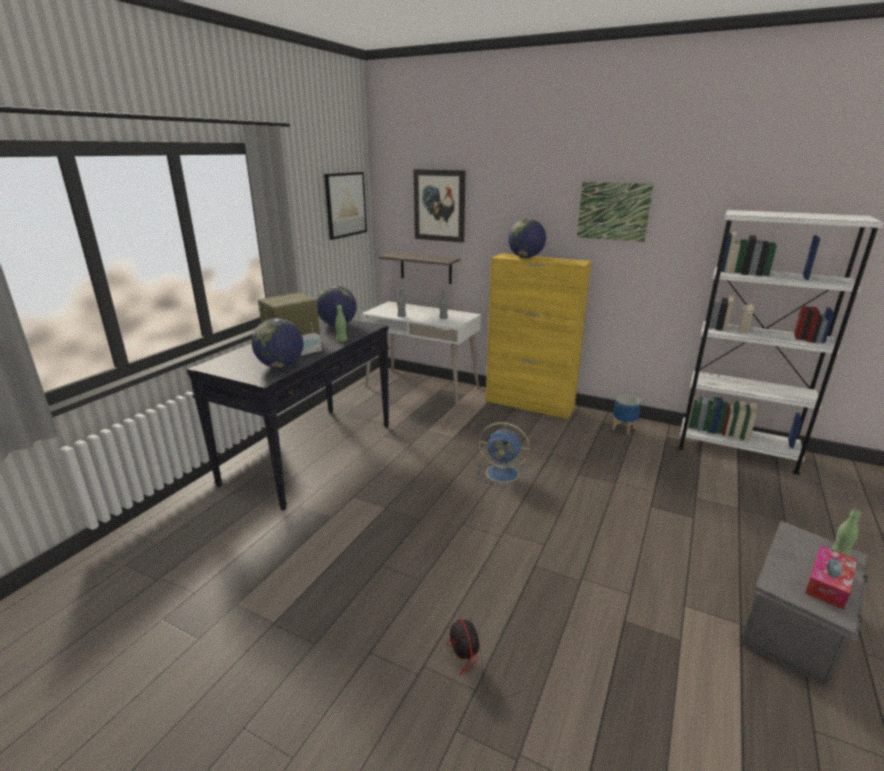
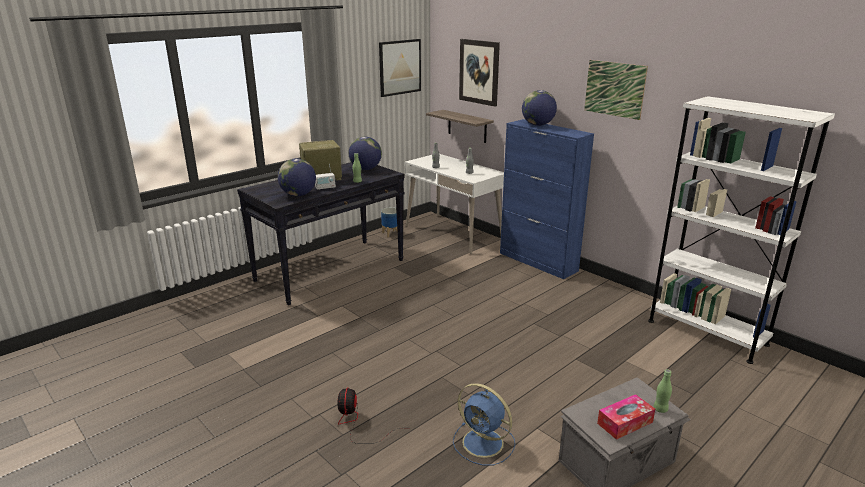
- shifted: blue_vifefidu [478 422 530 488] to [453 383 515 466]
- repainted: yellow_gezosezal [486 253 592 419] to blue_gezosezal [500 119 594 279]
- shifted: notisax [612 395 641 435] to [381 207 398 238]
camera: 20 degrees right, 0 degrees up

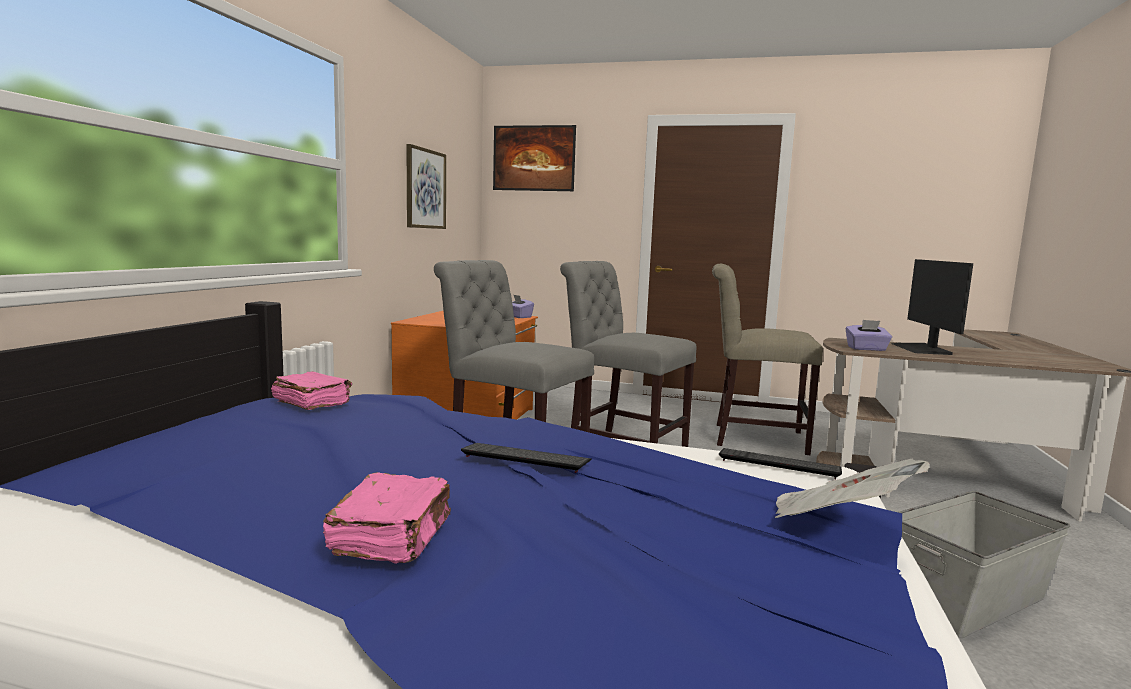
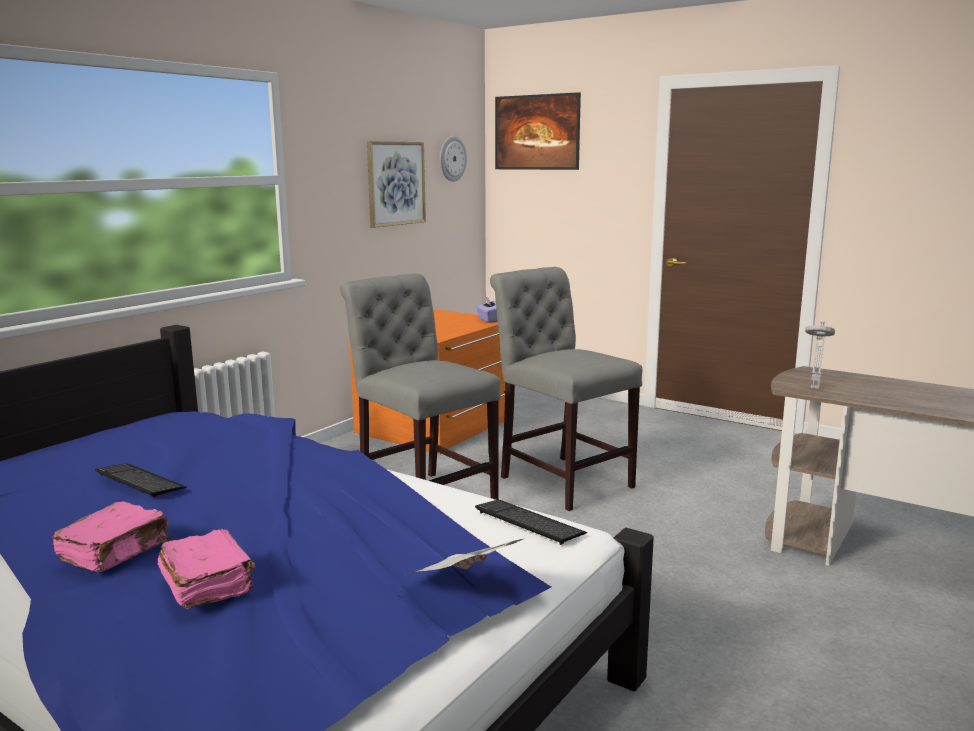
- shifted: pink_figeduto [271 371 352 410] to [157 529 255 609]
- shifted: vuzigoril [461 443 592 473] to [95 464 187 498]
- gone: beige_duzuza [712 264 823 455]
- swapped: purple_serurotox [846 320 892 351] to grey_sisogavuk [805 321 835 389]
- gone: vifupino [892 259 973 355]
- gone: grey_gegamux [898 491 1070 639]
- new: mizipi [440 136 467 182]
camera: 20 degrees right, 5 degrees up

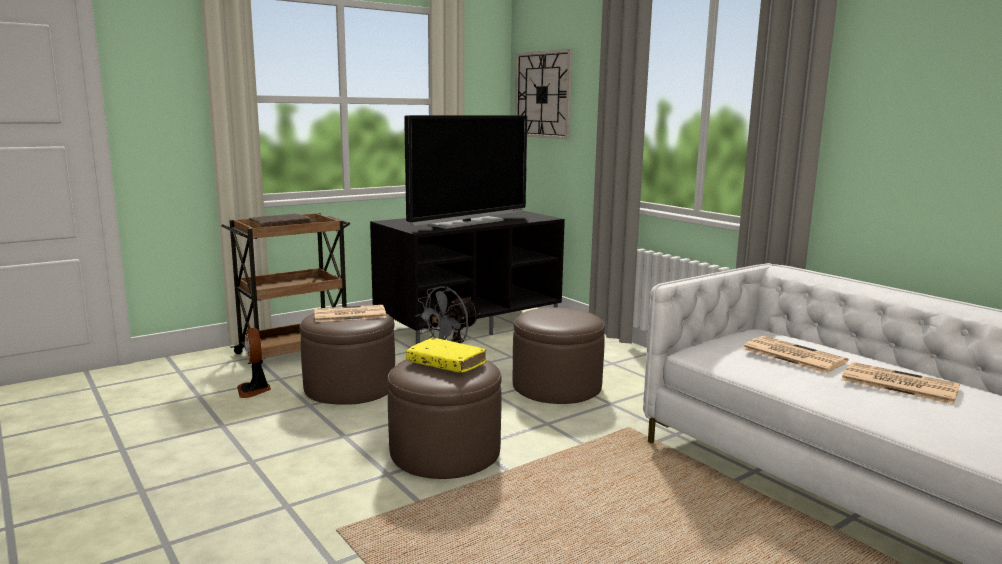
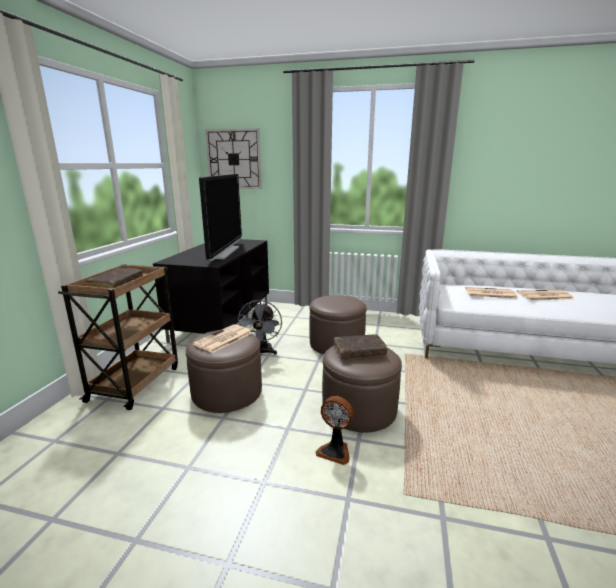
- shifted: vifefidu [237 328 271 398] to [316 396 354 465]
- repainted: yellow_figeduto [406 338 486 373] to brown_figeduto [334 334 388 359]
camera: 40 degrees left, 5 degrees up

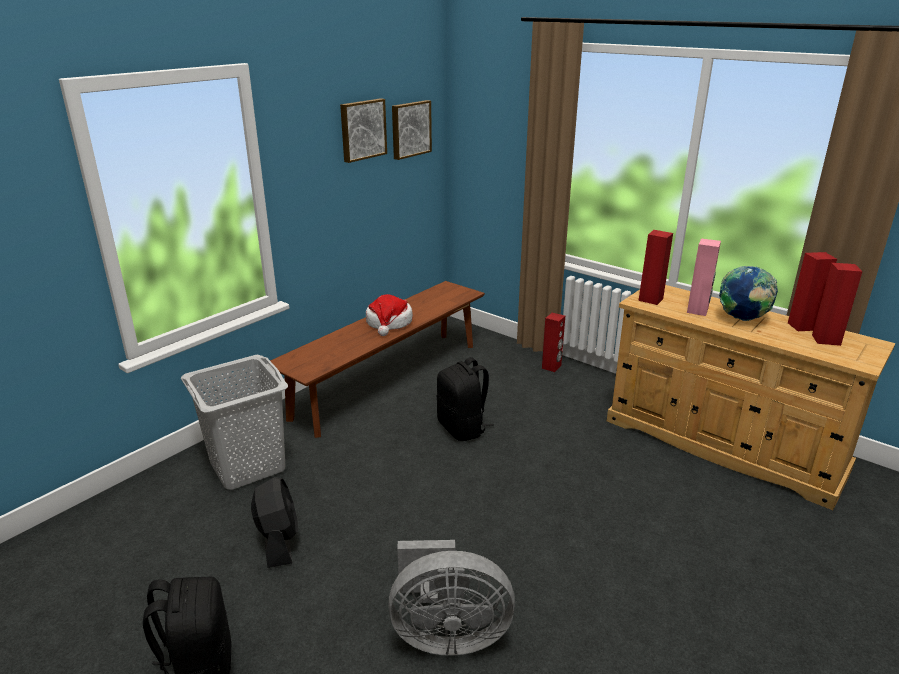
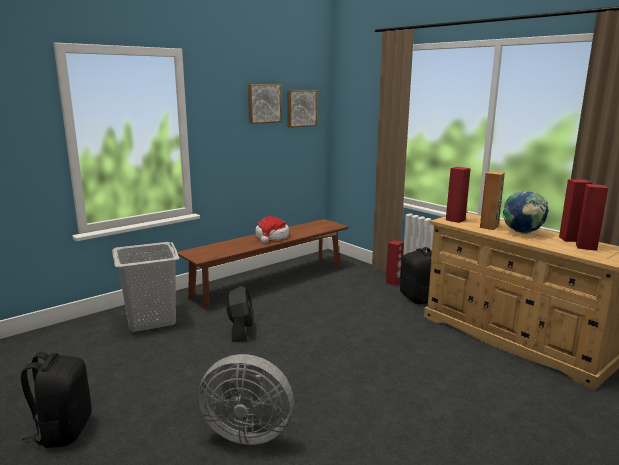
- shifted: black_vifefidu [251 477 298 568] to [226 286 254 342]
- shifted: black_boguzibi [437 357 494 441] to [400 247 432 304]
- repainted: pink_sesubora [687 239 721 316] to brown_sesubora [480 171 505 230]
camera: 10 degrees right, 10 degrees down

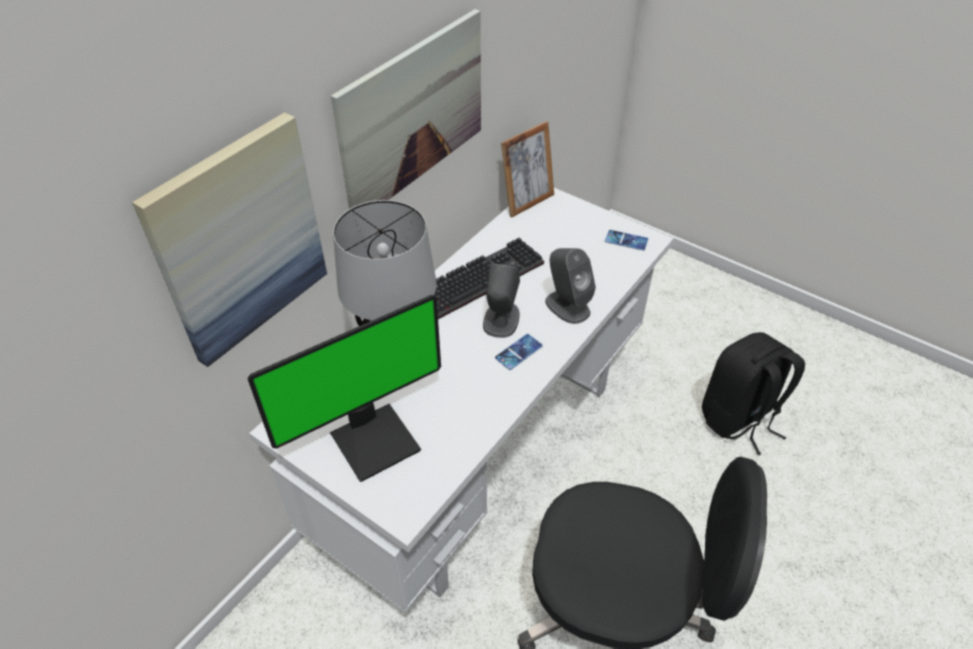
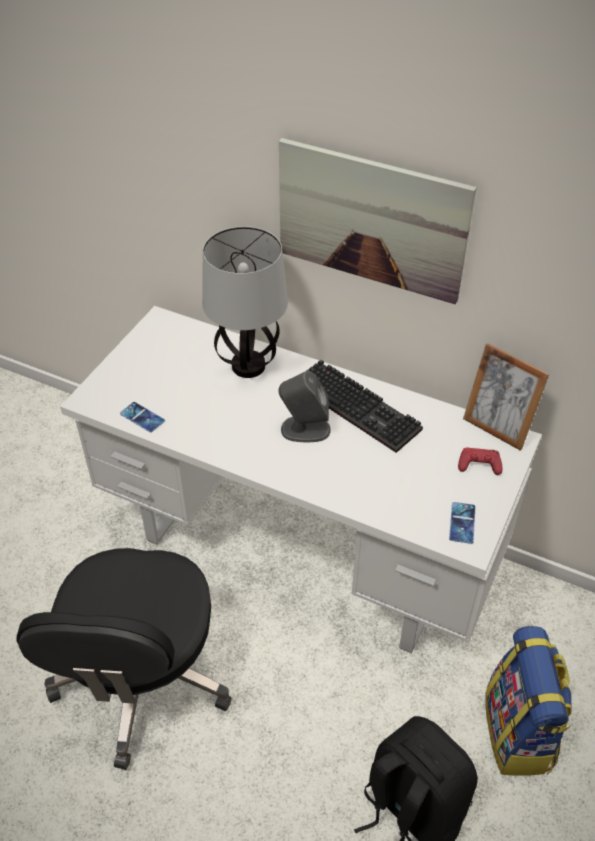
- gone: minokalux [132 112 327 367]
- gone: vifupino [247 295 441 482]
- shifted: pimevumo [495 334 543 370] to [120 402 165 432]
- gone: grey_sesubora [545 248 596 324]
- new: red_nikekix [458 447 502 475]
- new: boguzibi [485 626 572 776]
camera: 80 degrees right, 0 degrees up

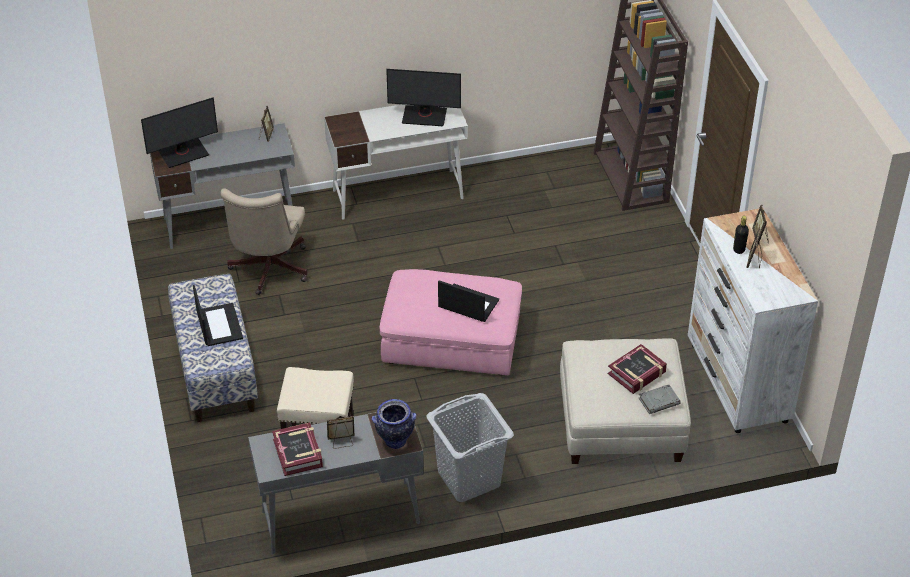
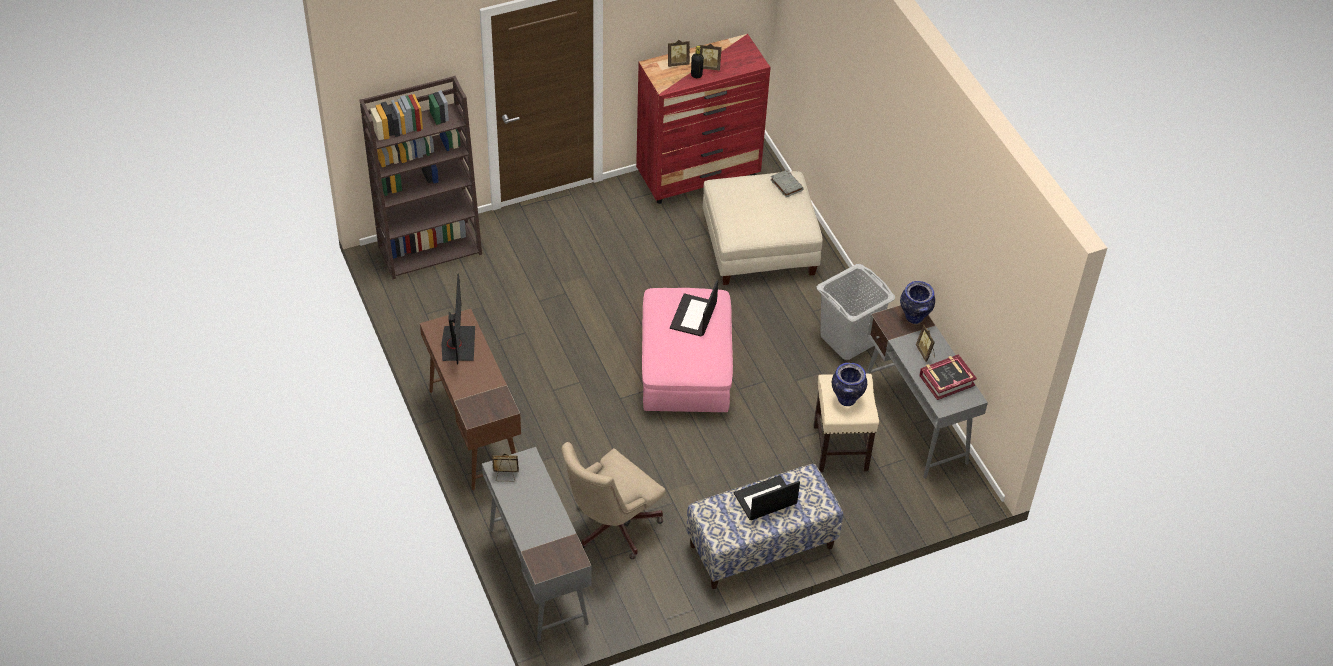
- gone: vifupino [141 97 218 168]
- rotated: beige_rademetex [221 188 307 295] = [561 442 666 559] 135 degrees clockwise
- repainted: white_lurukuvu [324 104 468 220] to brown_lurukuvu [420 309 521 490]
- gone: figeduto [608 344 667 394]
- repainted: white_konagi [688 209 818 433] to red_konagi [636 34 771 204]
- new: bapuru [832 363 867 406]
camera: 100 degrees left, 5 degrees up

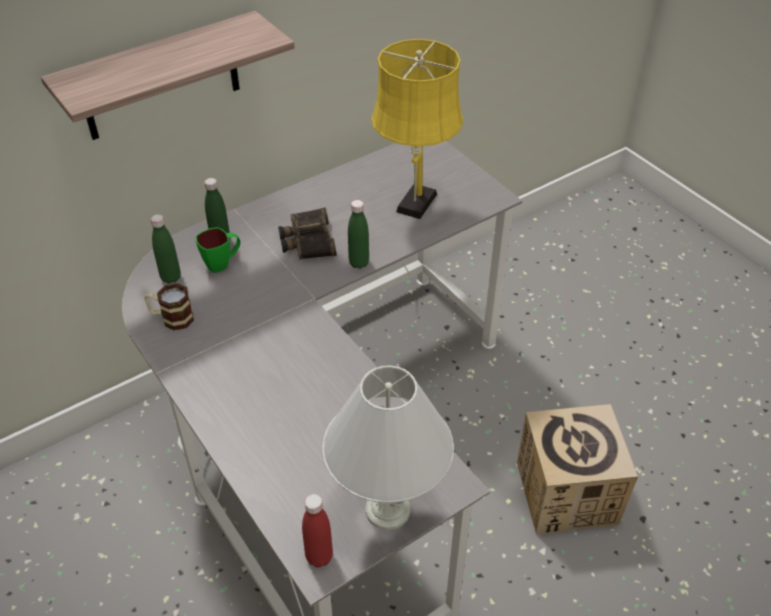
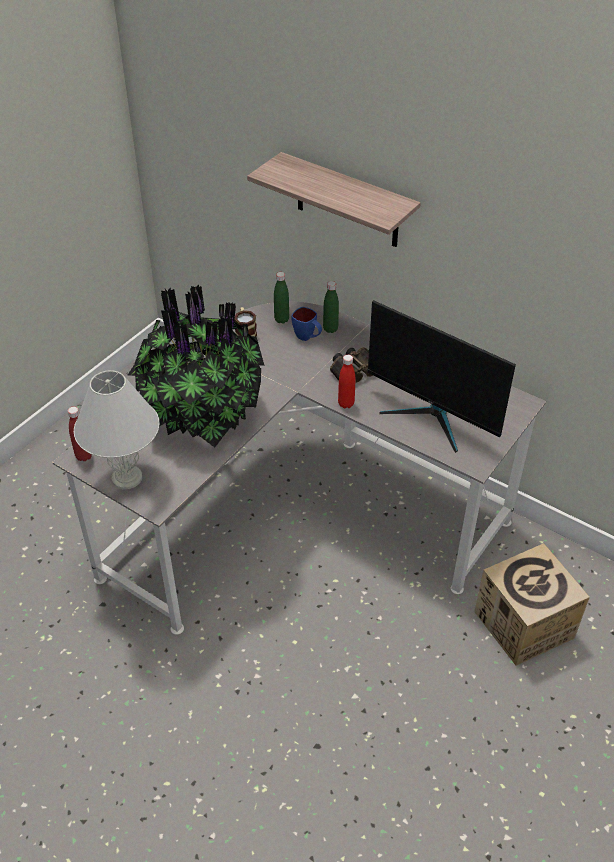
- repainted: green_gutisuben [195 227 240 273] to blue_gutisuben [291 307 322 341]
- repainted: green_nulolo [348 200 369 269] to red_nulolo [338 355 355 408]
- swapped: yellow_sisogavuk [371 39 463 219] to vifupino [367 301 516 453]
- shifted: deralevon [517 404 638 535] to [474 543 590 666]
- new: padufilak [128 285 265 448]
camera: 70 degrees right, 0 degrees up

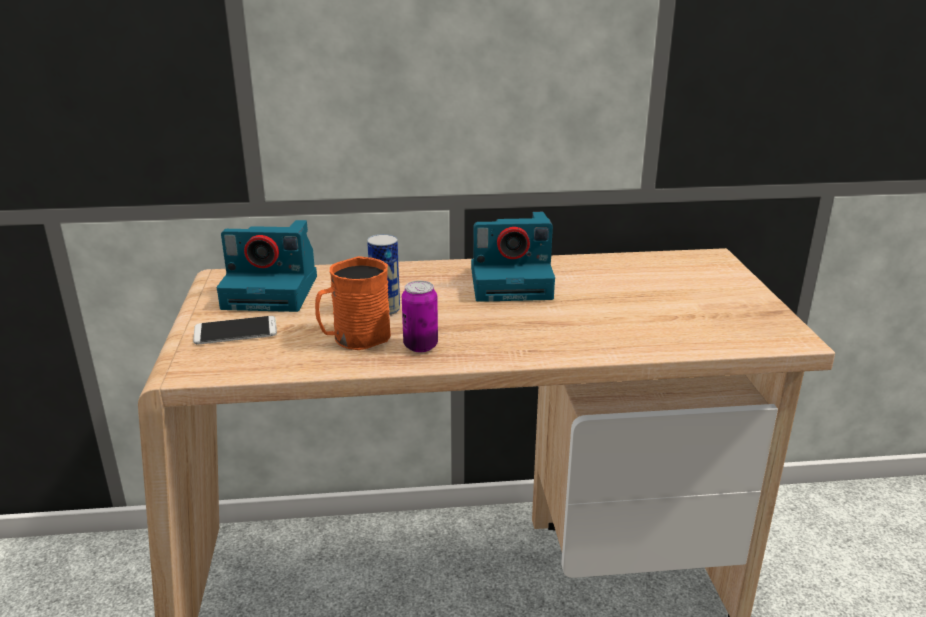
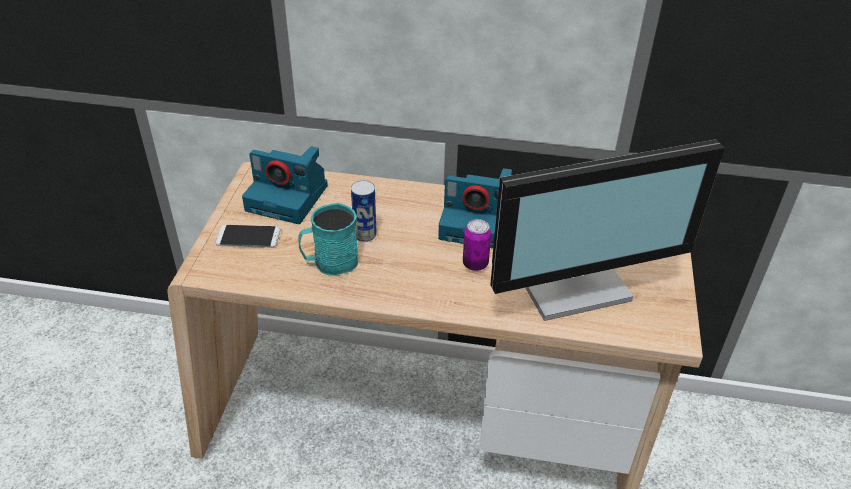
- repainted: orange_gutisuben [315 256 391 350] to turquoise_gutisuben [298 203 359 276]
- shifted: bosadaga [402 281 438 352] to [463 219 492 271]
- new: vifupino [490 140 725 321]
camera: 15 degrees right, 15 degrees up

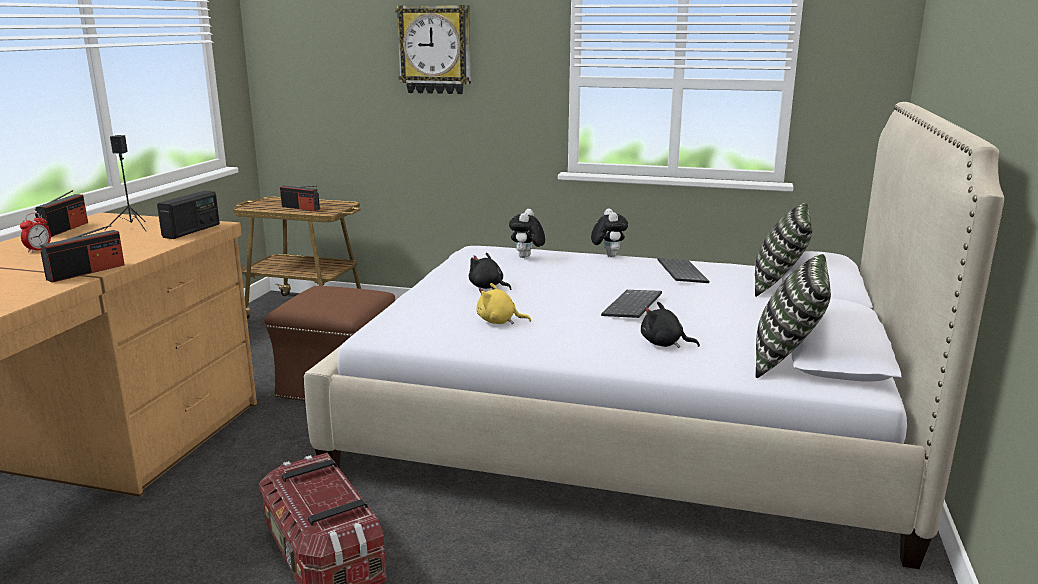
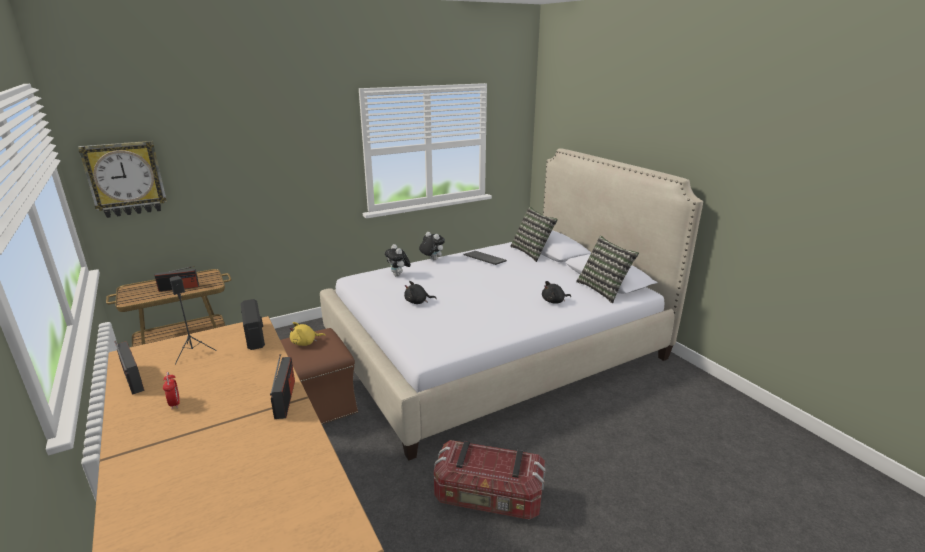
- shifted: mizipi [395 5 471 94] to [78 141 167 218]
- shifted: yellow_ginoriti [477 283 531 324] to [290 322 326 346]
- gone: vuzigoril [601 290 662 318]
camera: 45 degrees left, 5 degrees up

